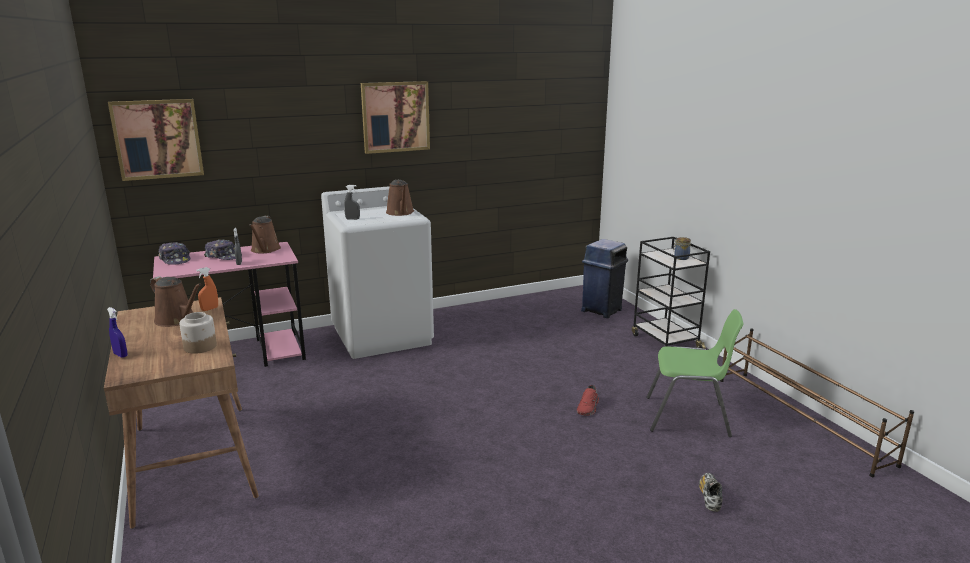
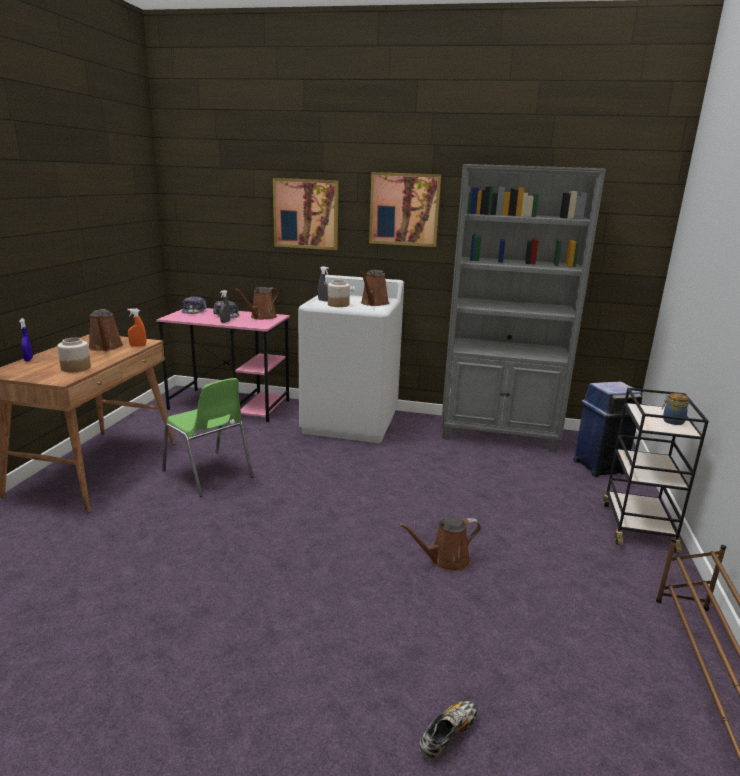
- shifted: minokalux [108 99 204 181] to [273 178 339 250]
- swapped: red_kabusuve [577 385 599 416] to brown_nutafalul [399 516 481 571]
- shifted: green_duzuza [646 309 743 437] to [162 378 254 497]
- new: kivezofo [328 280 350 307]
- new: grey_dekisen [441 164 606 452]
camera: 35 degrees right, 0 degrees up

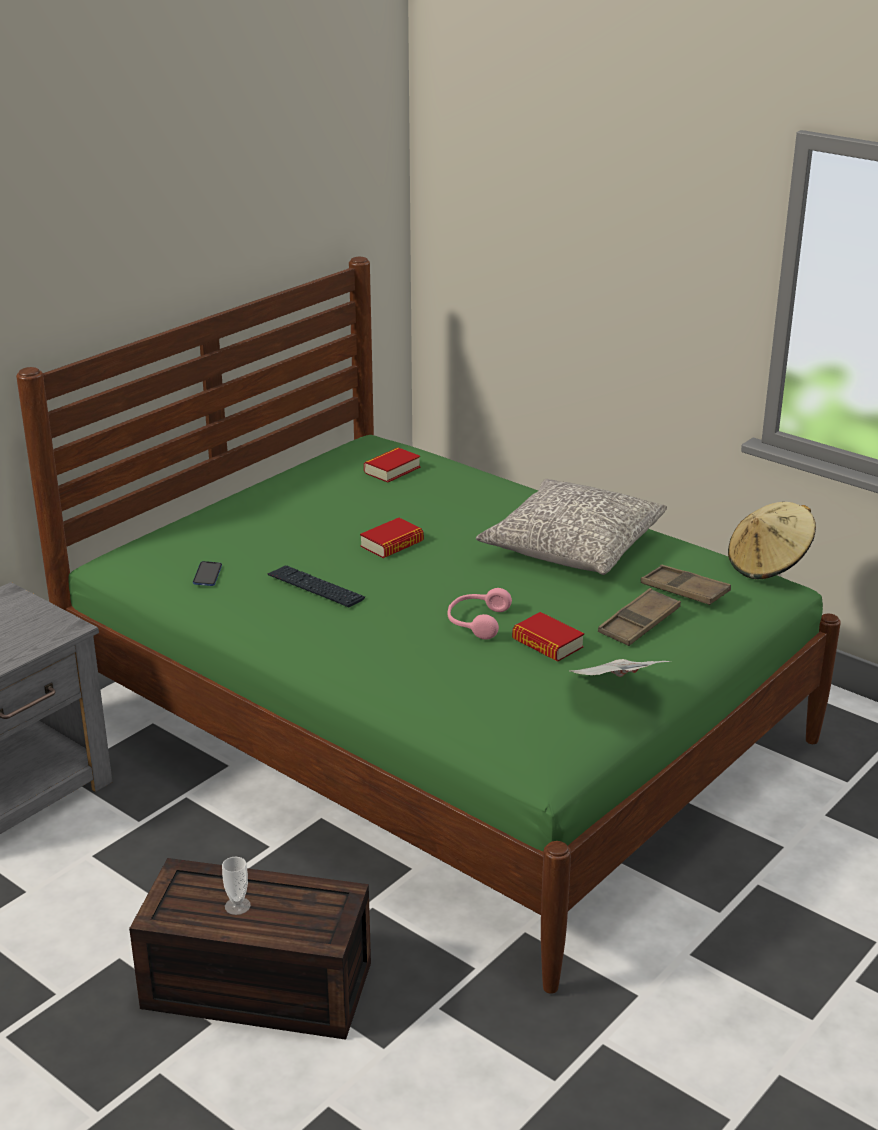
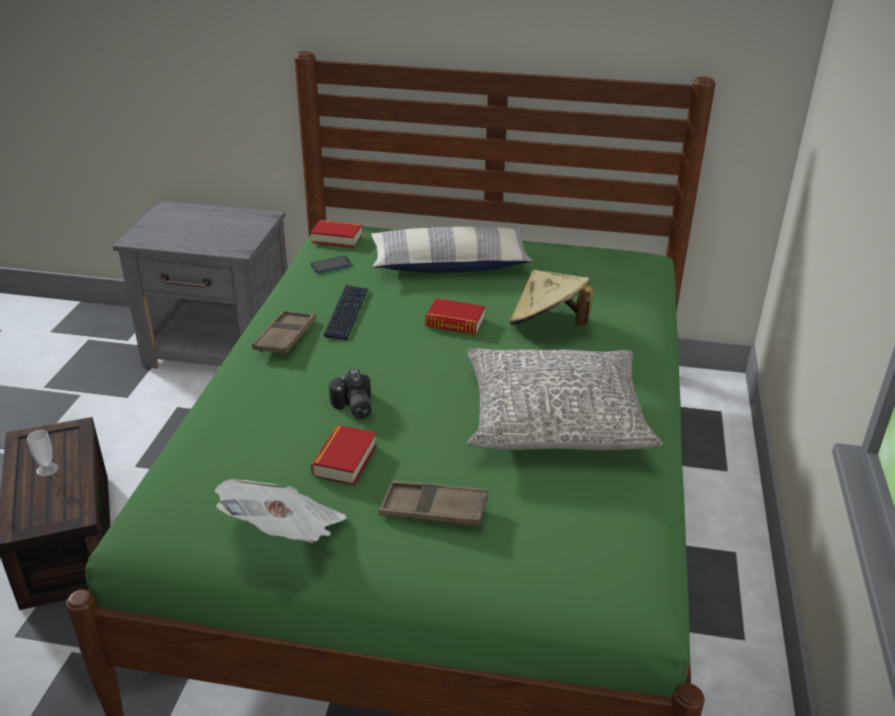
- shifted: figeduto [364 448 420 483] to [311 220 363 248]
- swapped: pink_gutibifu [448 588 512 640] to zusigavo [329 369 371 419]
- shifted: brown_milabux [641 565 731 605] to [252 310 316 355]
- shifted: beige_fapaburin [728 502 816 580] to [510 270 593 325]
- new: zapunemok [371 227 533 273]
camera: 60 degrees right, 5 degrees up

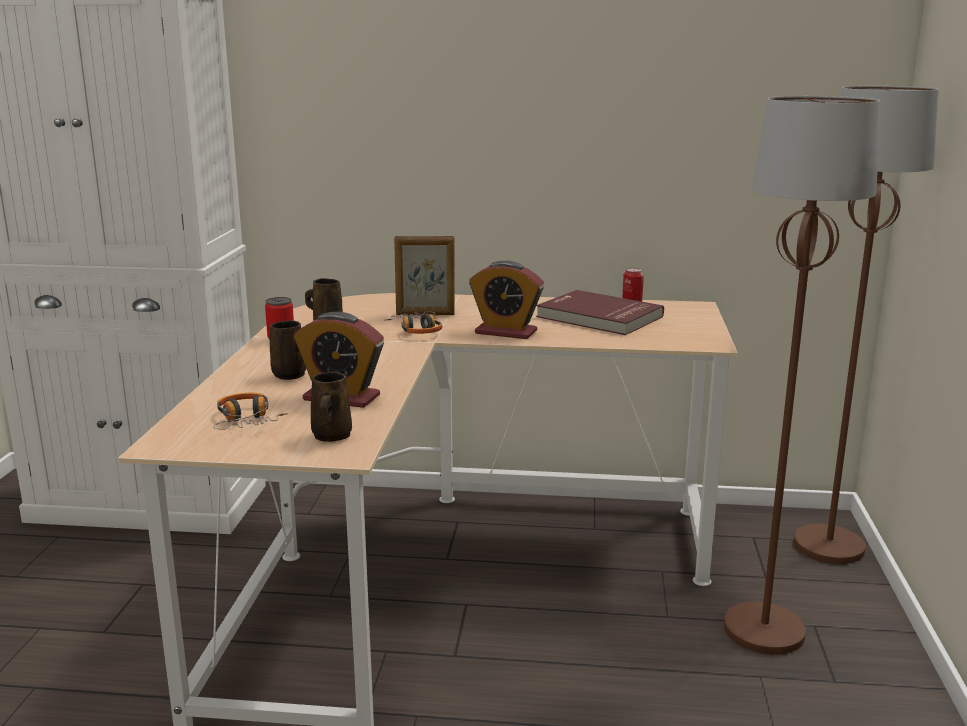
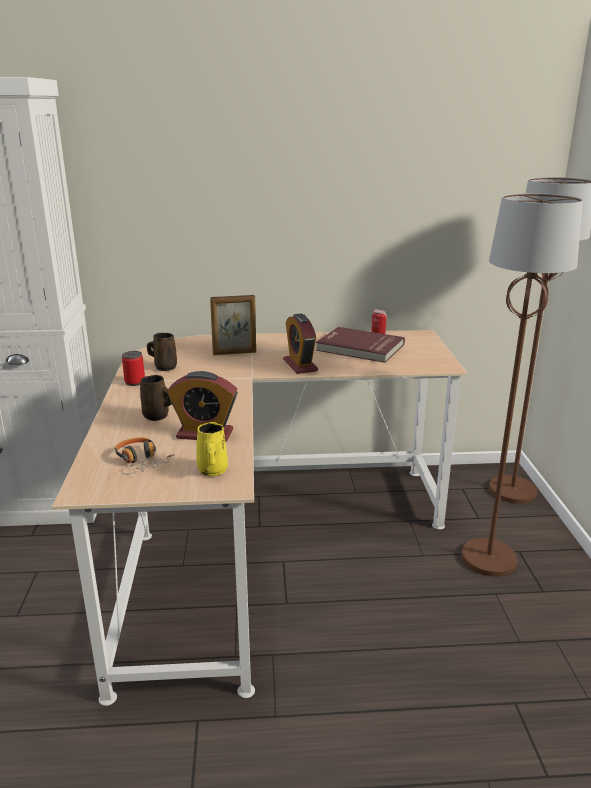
- repainted: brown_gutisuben [311 371 352 442] to yellow_gutisuben [196 422 228 476]
- gone: gutibifu [386 311 442 334]
- rotated: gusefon [469 261 544 339] = [283 314 318 374] 60 degrees clockwise
camera: 10 degrees left, 5 degrees up

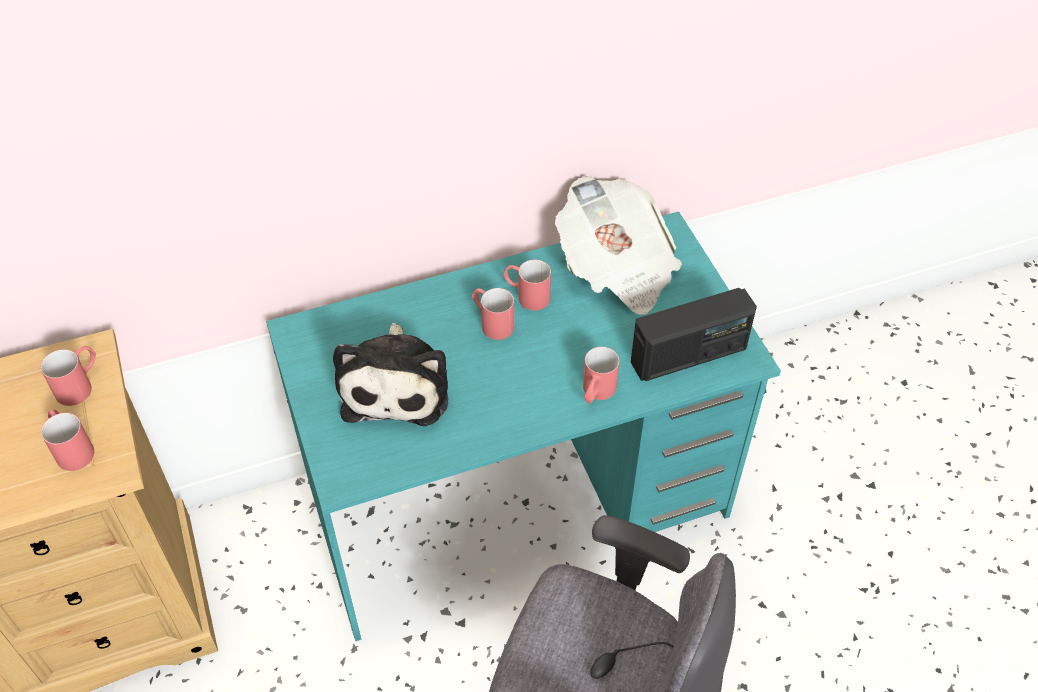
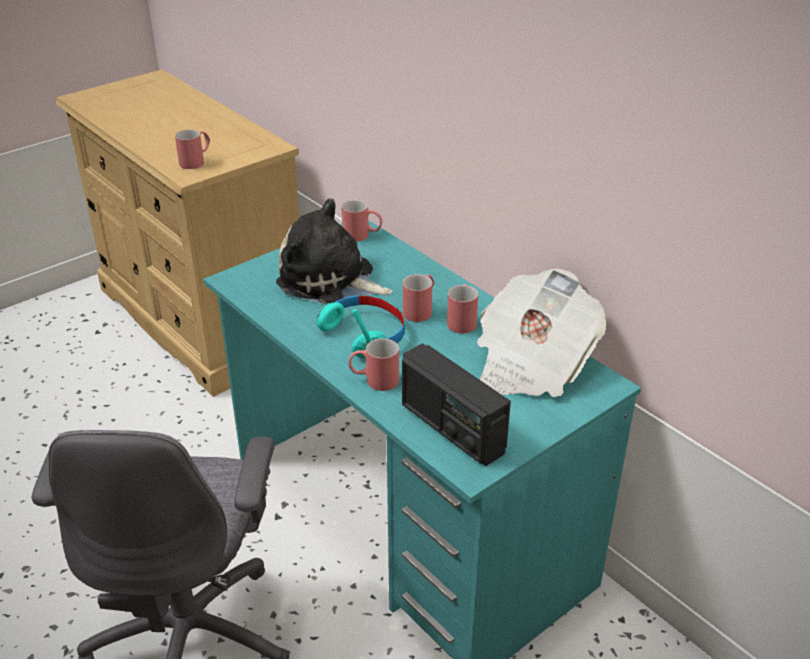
- shifted: red_gutisuben [41 346 96 406] to [341 200 382 242]
- rotated: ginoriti [333 323 449 426] = [276 198 393 304] 45 degrees clockwise
- new: turquoise_gutibifu [317 295 405 358]
camera: 70 degrees right, 15 degrees down

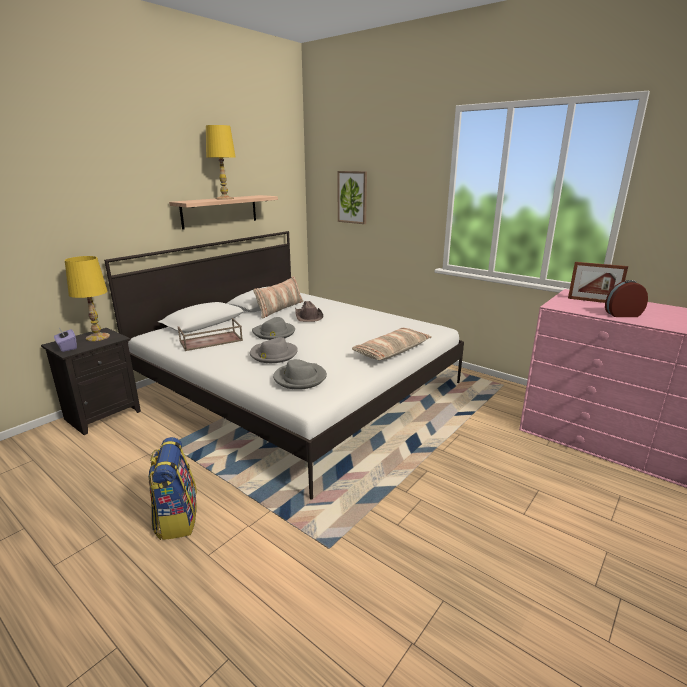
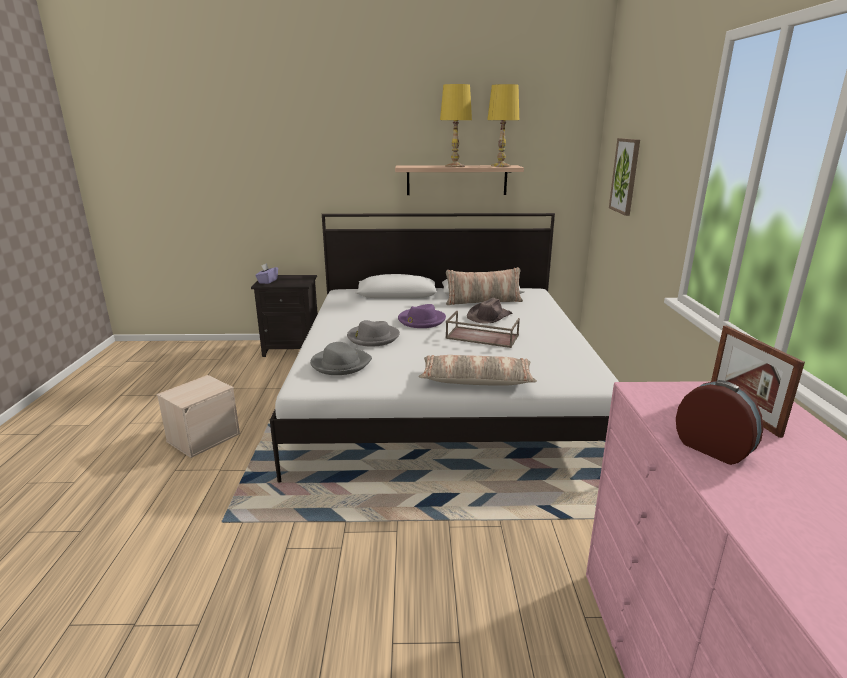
- shifted: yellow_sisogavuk [65 256 110 341] to [487 84 519 167]
- swapped: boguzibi [148 437 197 540] to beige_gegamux [156 375 240 458]
- shifted: brown_milabux [178 318 243 351] to [445 311 520 348]
- repainted: grey_fapaburin [252 317 295 340] to purple_fapaburin [398 304 446 328]
camera: 50 degrees right, 0 degrees up

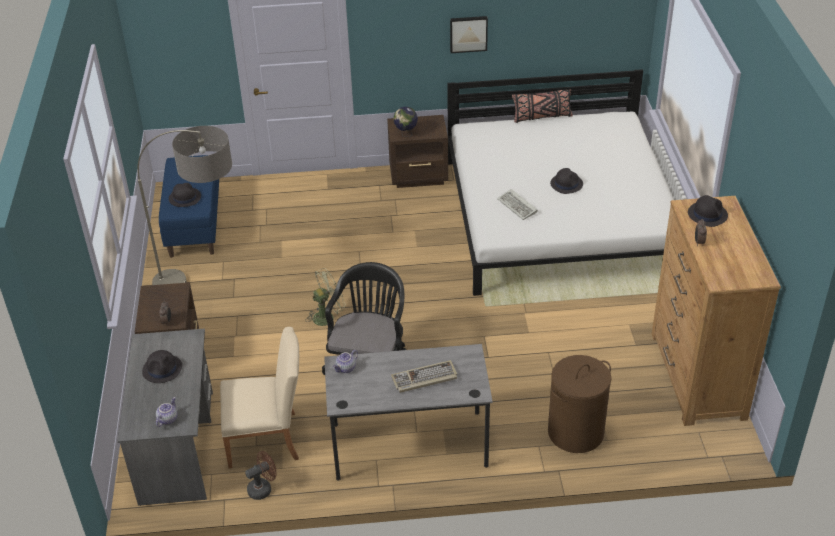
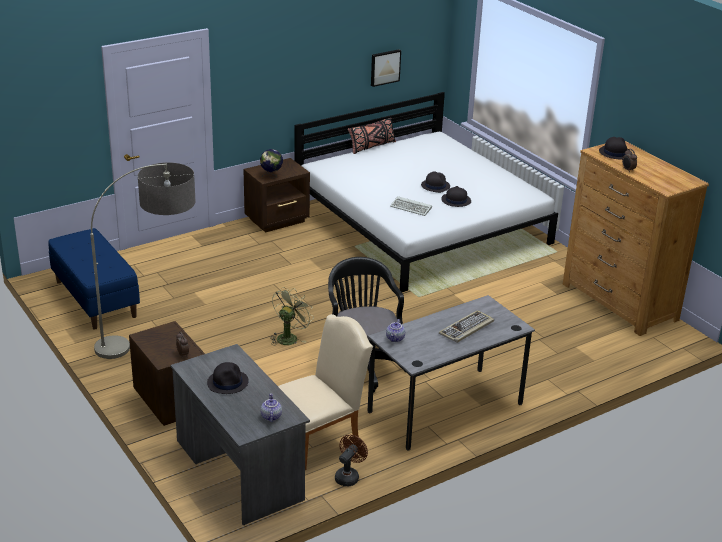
- shifted: black_fapaburin [169 183 201 207] to [441 186 471 207]
- shifted: minokalux [450 16 488 53] to [371 49 401 87]
- gone: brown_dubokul [548 355 611 453]
camera: 30 degrees left, 10 degrees down

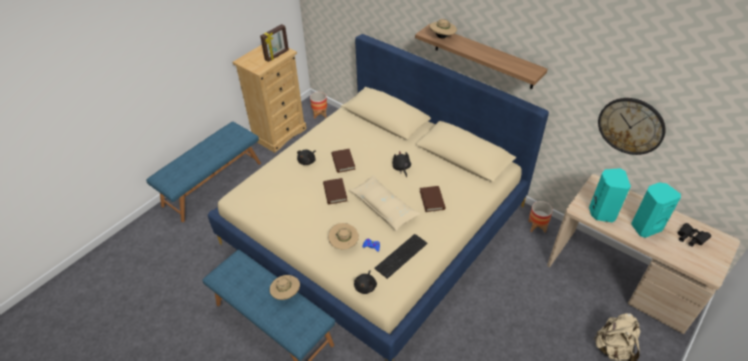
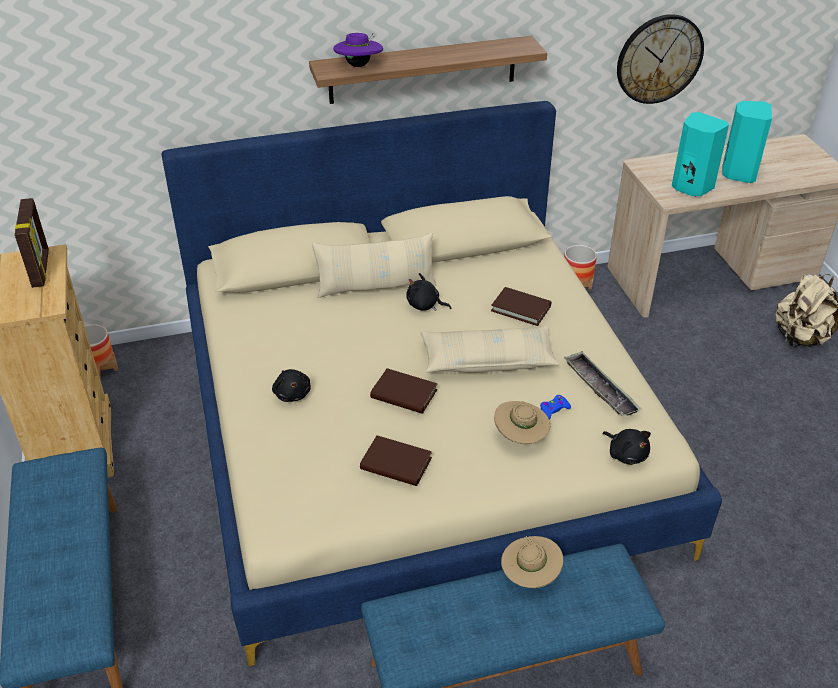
- shifted: brown_figeduto [331 149 355 173] to [360 435 432 486]
- swapped: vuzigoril [374 234 428 279] to milabux [564 351 641 416]
- repainted: beige_fapaburin [429 19 457 39] to purple_fapaburin [333 33 383 67]
- gone: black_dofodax [677 223 711 247]
- new: beige_zapunemok [312 232 436 298]
camera: 55 degrees left, 5 degrees down

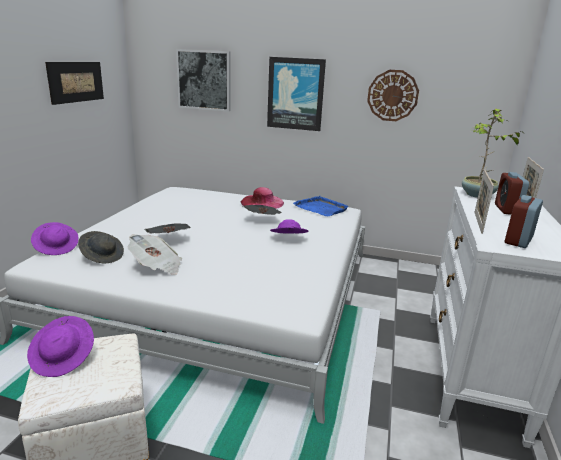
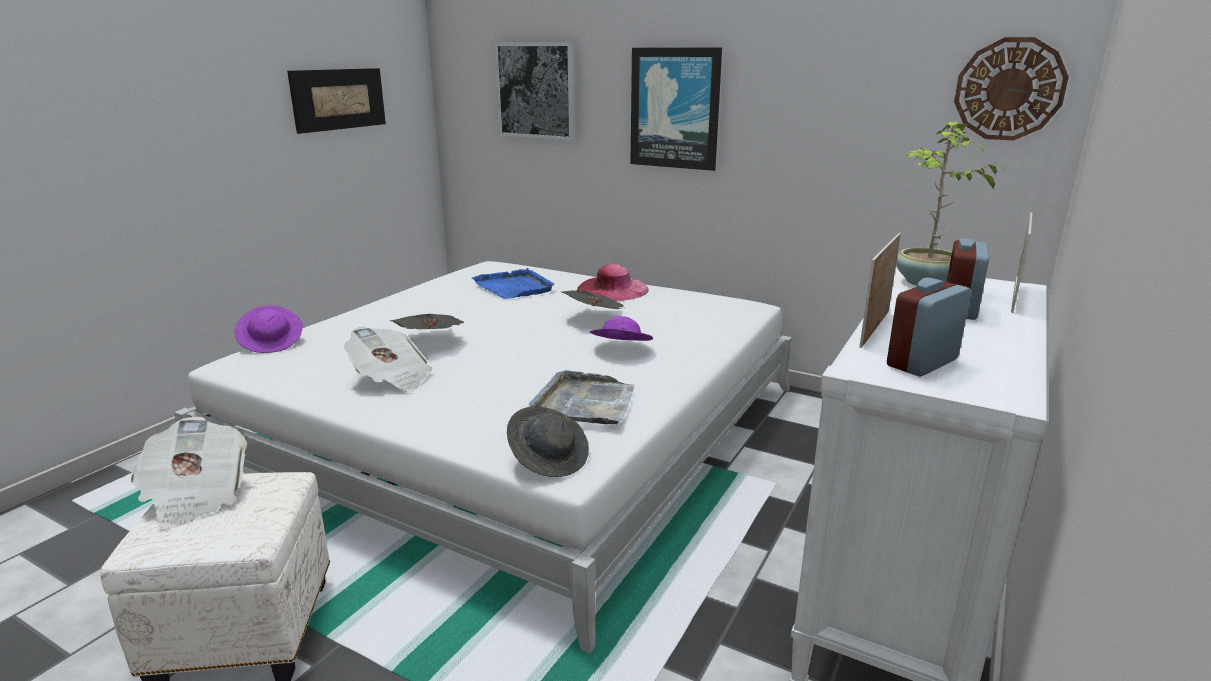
- swapped: purple_fapaburin [27 316 94 377] to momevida [131 417 247 529]
- shifted: grey_fapaburin [78 231 124 263] to [507 406 589 477]
- shifted: blue_milabux [293 196 349 217] to [472 268 554 299]
- shifted: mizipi [367 70 419 121] to [954 37 1069 141]
- new: grey_milabux [529 370 634 424]
camera: 15 degrees right, 0 degrees up

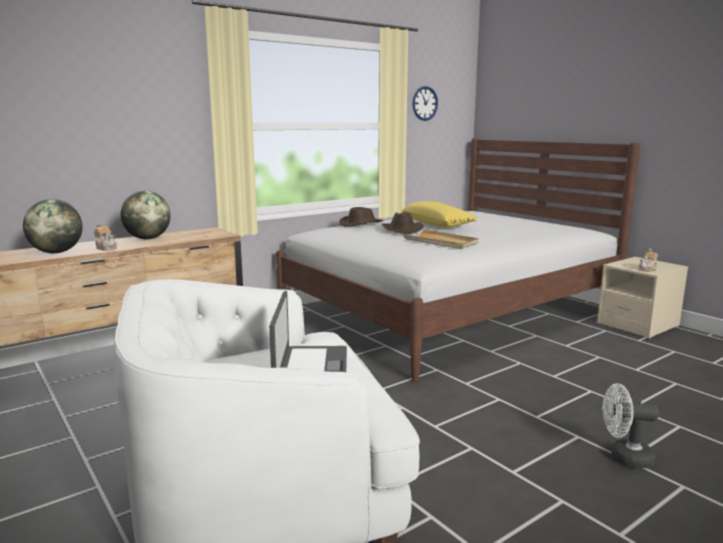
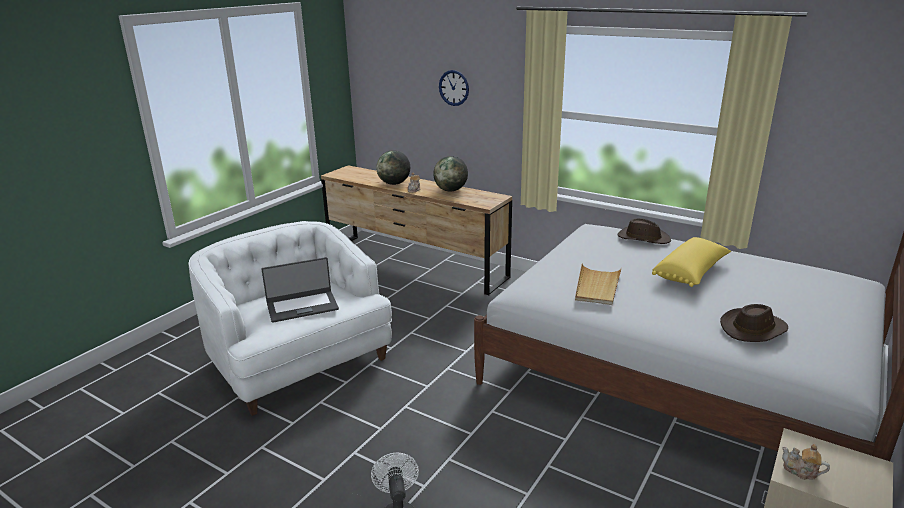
- shifted: brown_fapaburin [381 212 424 234] to [720 304 788 342]
- shifted: mizipi [412 86 438 121] to [439 70 469 106]
camera: 70 degrees right, 10 degrees up

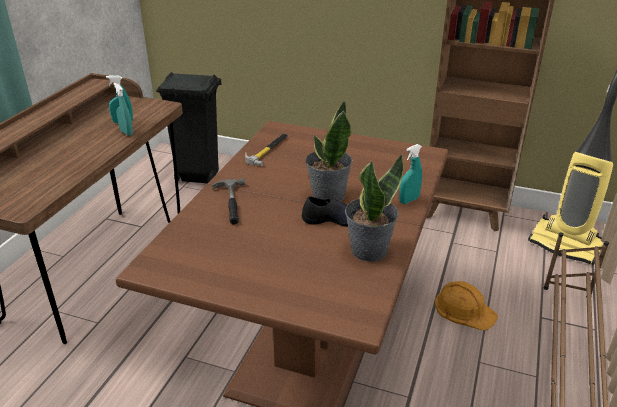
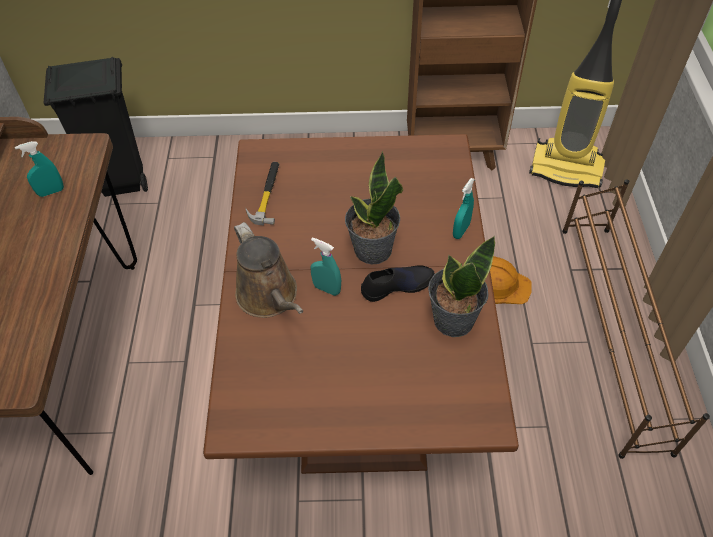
- shifted: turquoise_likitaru [113 83 133 136] to [311 237 341 296]
- swapped: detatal [212 178 245 225] to brown_nutafalul [234 222 303 318]
camera: 20 degrees left, 20 degrees up

